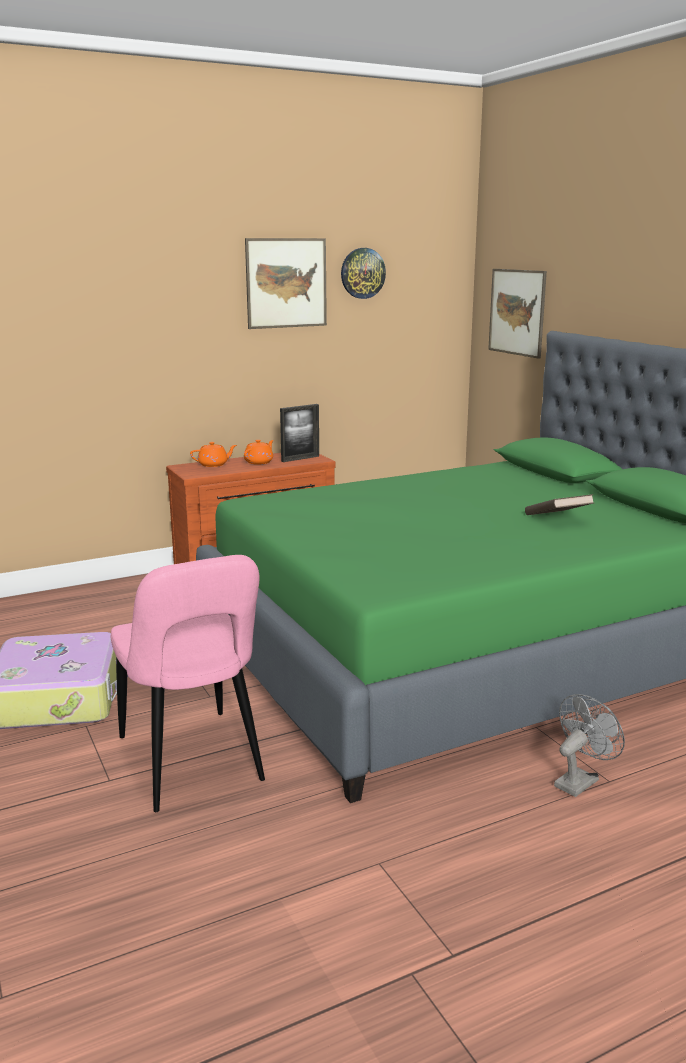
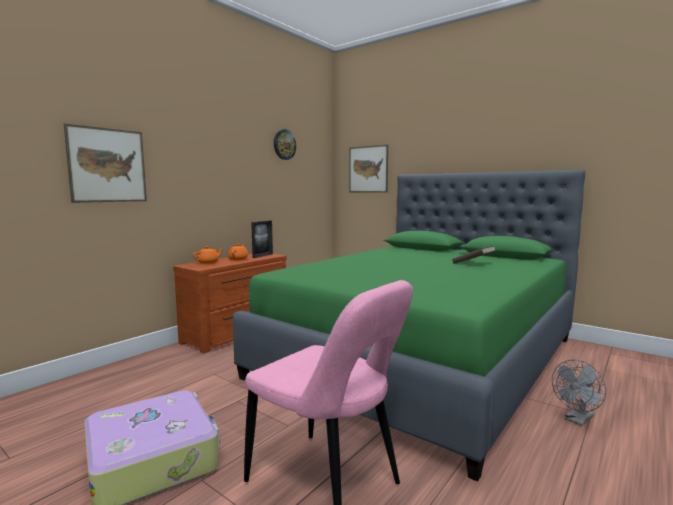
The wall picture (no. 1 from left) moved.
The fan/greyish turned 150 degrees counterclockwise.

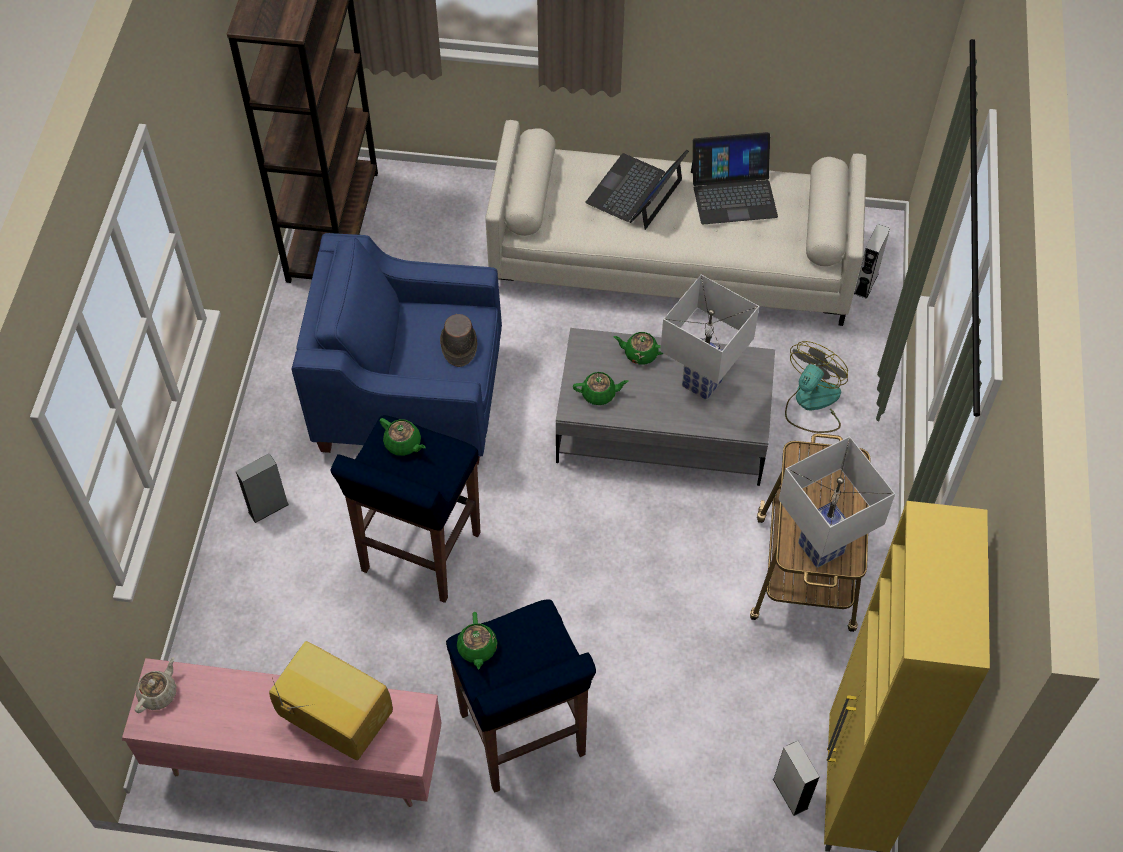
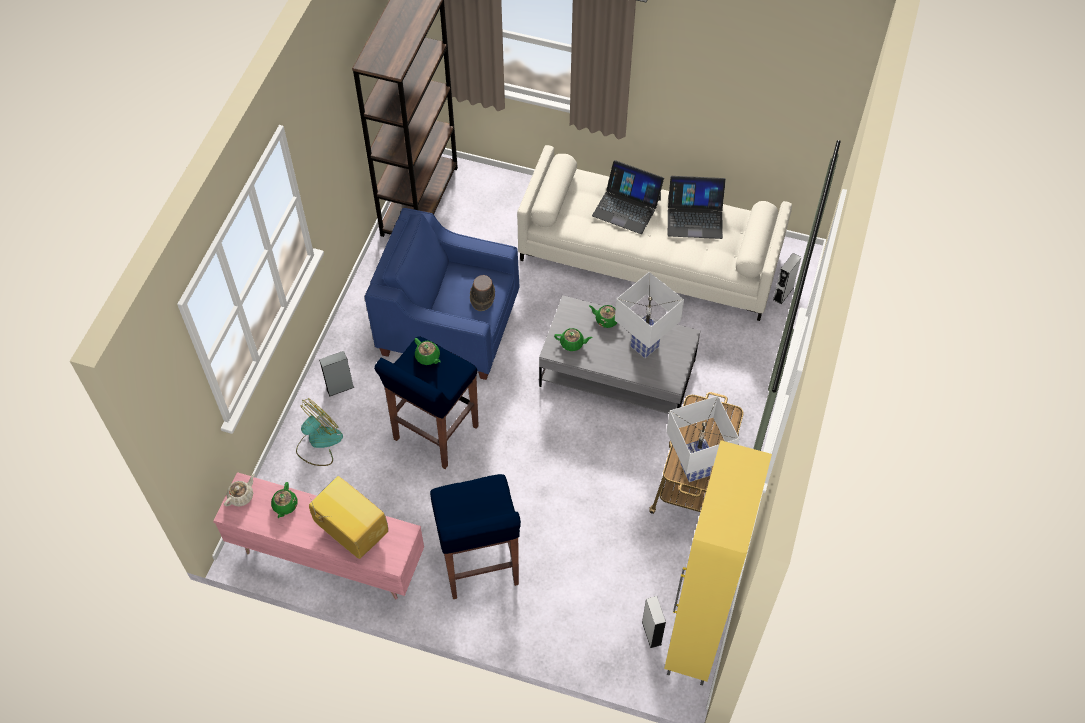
The tea pot/greenish (no. 2 from left in the first image) moved.
The notebook computer (no. 1 from left) turned 105 degrees counterclockwise.
The fan moved.

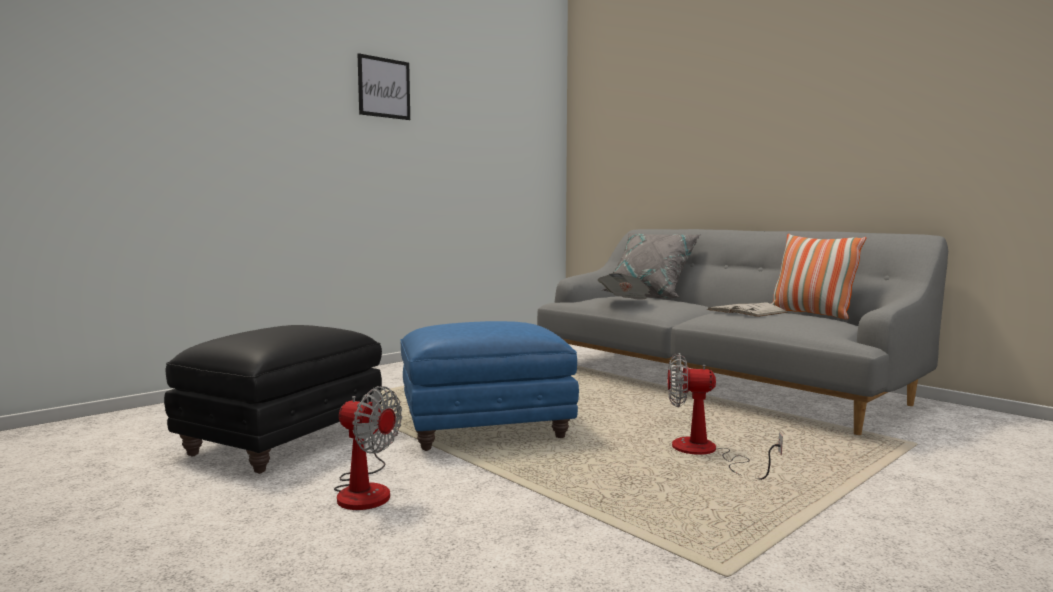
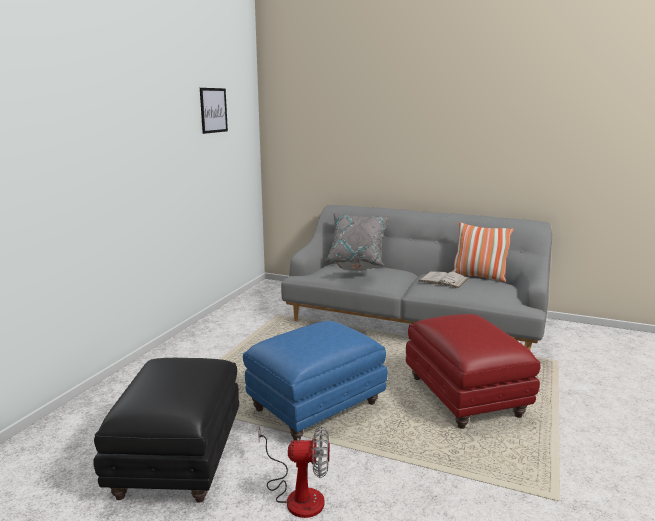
The wall picture moved.
The fan (no. 2 from left) was replaced by the footrest/red-coloured.

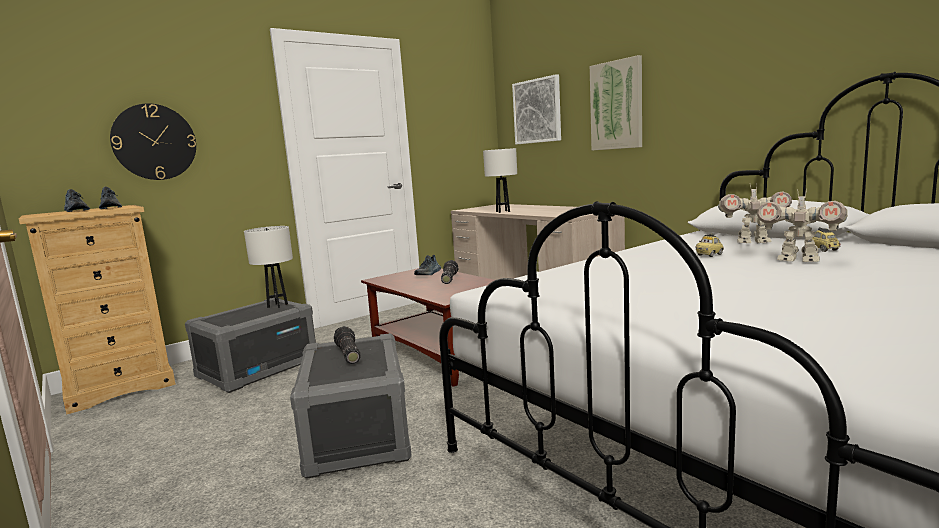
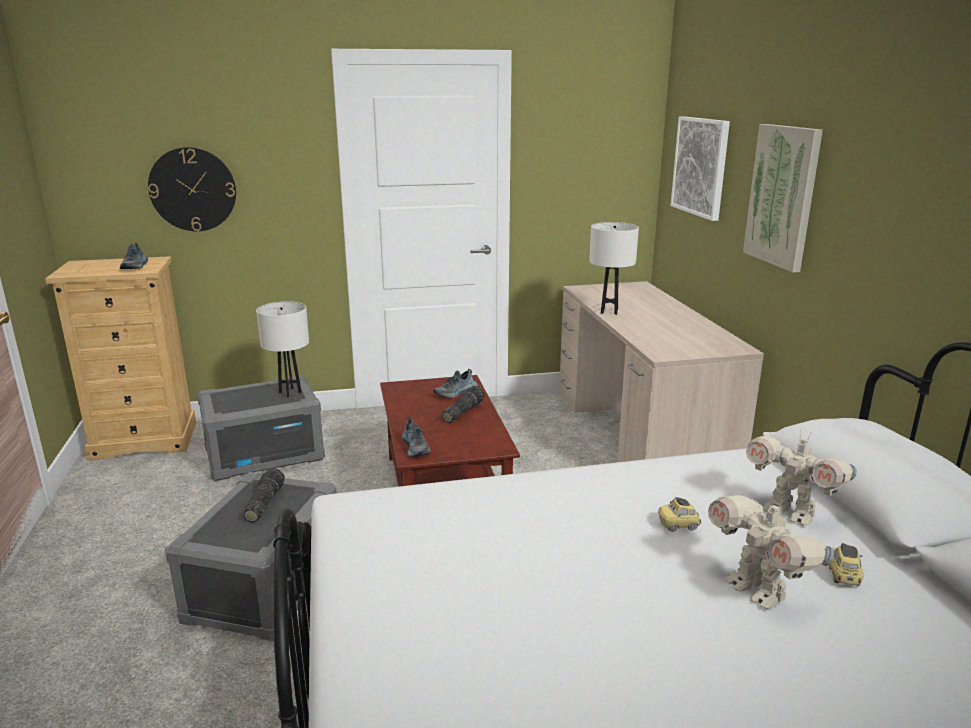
The item of footwear (no. 1 from left in the first image) moved.

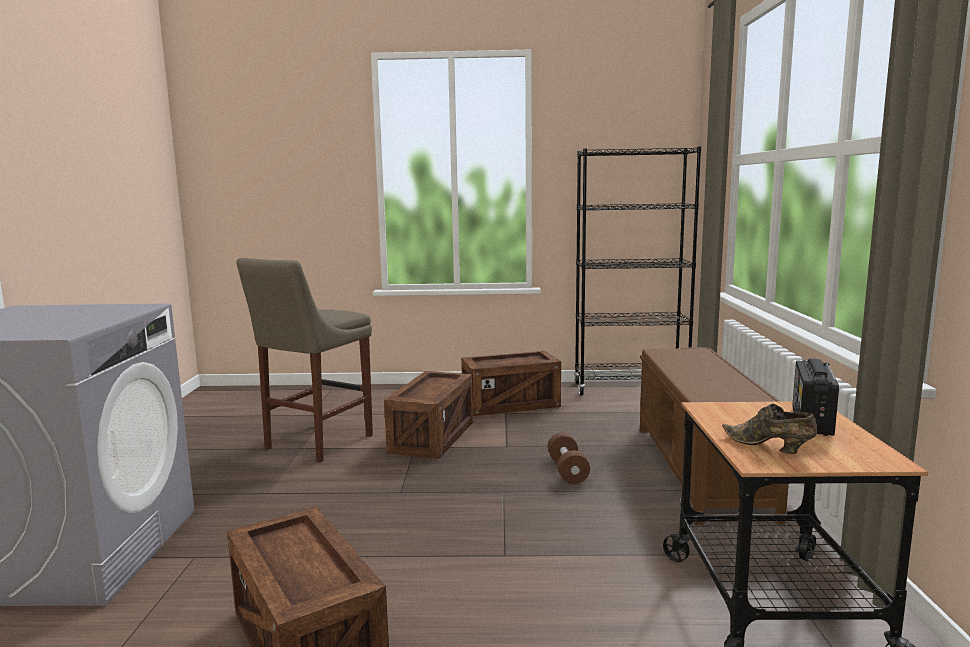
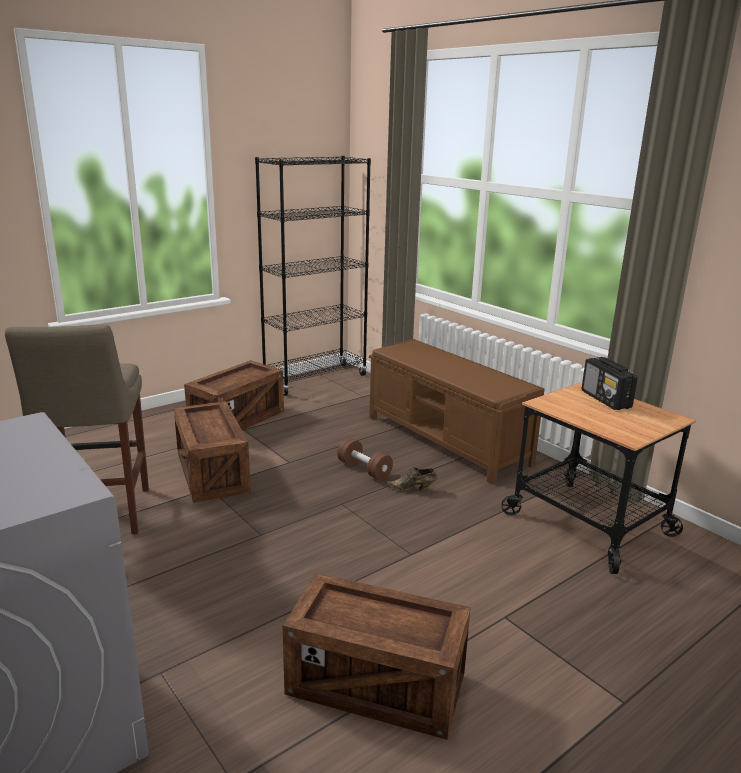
The item of footwear/brown-coloured moved.

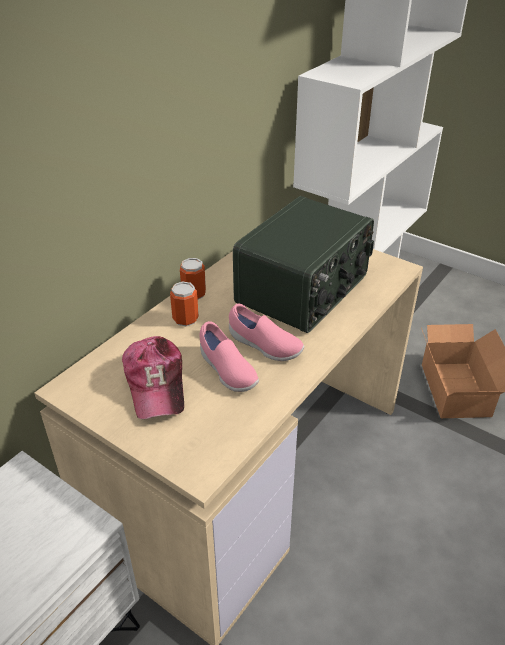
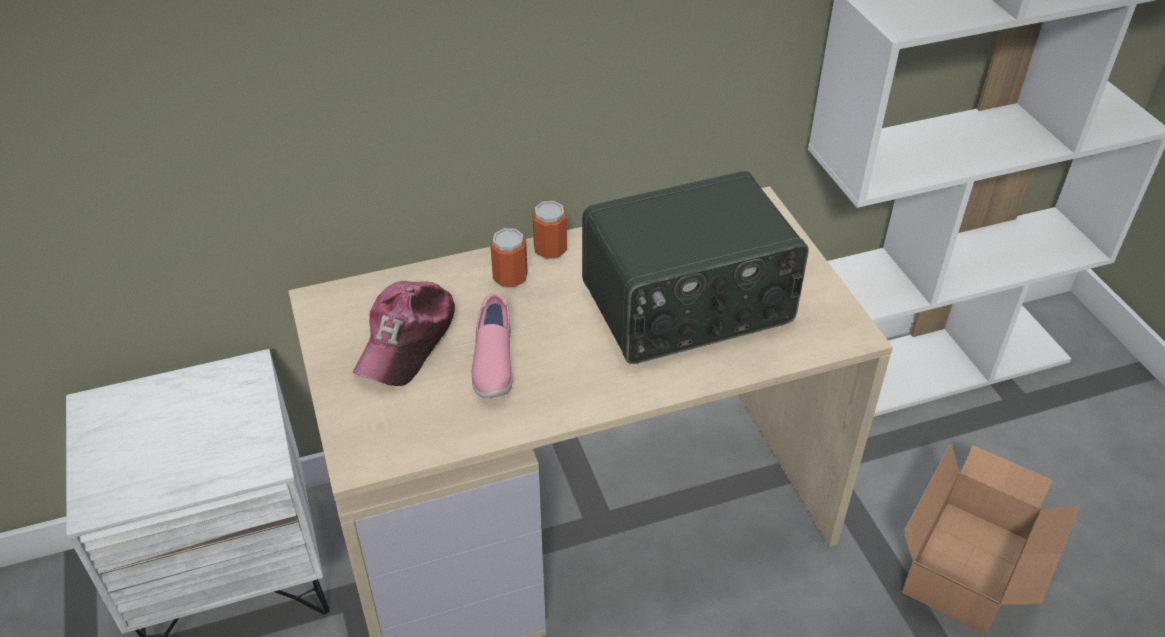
The item of footwear/pink (no. 2 from left) disappeared.

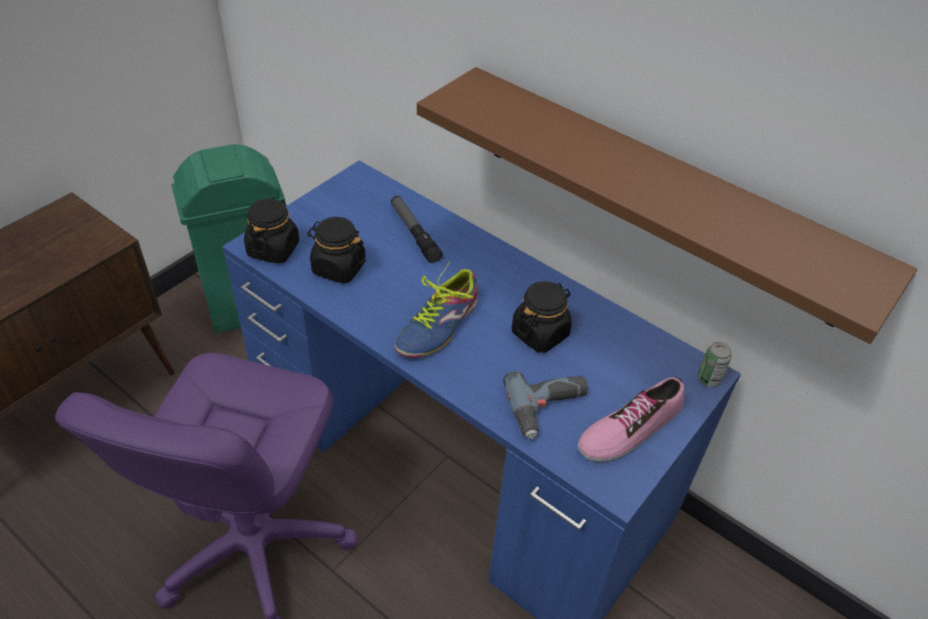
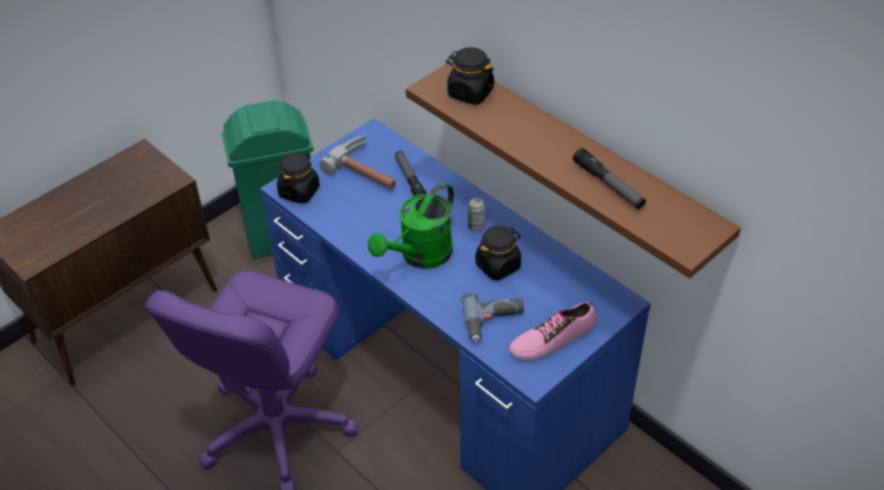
The jar/black (no. 2 from left) moved.
The item of footwear (no. 1 from left) was replaced by the watering pot/greenish.
The can moved.
The hammer appeared.
The hand torch (no. 2 from left) appeared.

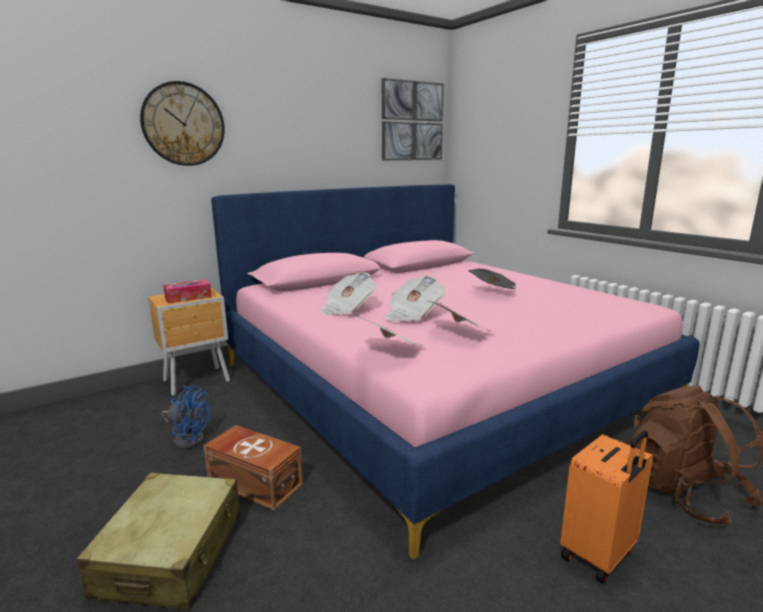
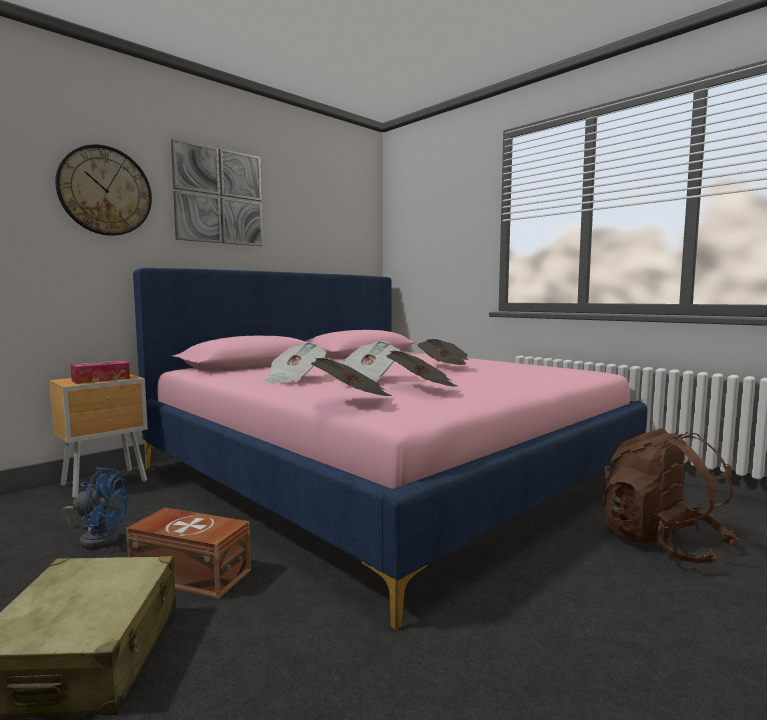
The wall picture moved.
The travel case/orange disappeared.

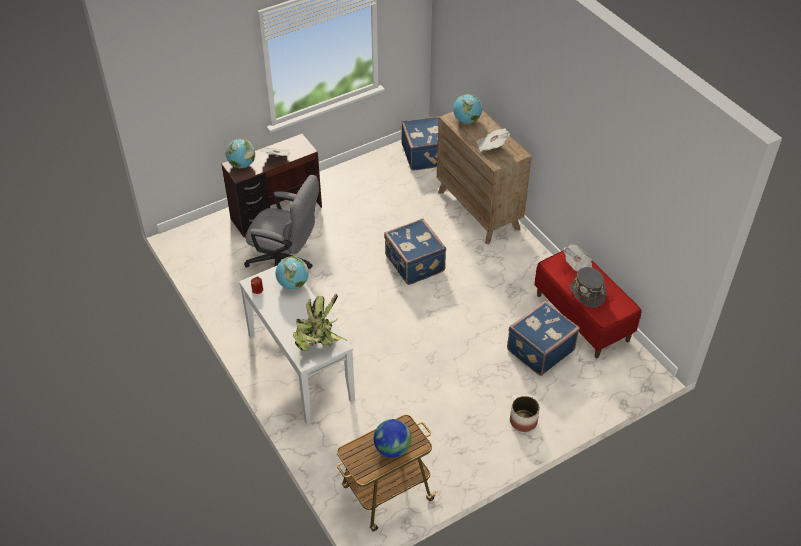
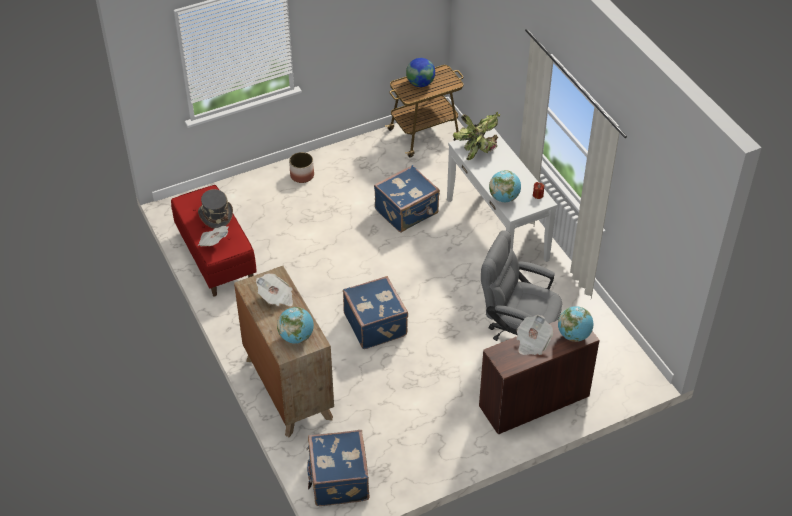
The travel case/blue-coloured (no. 3 from left) moved.

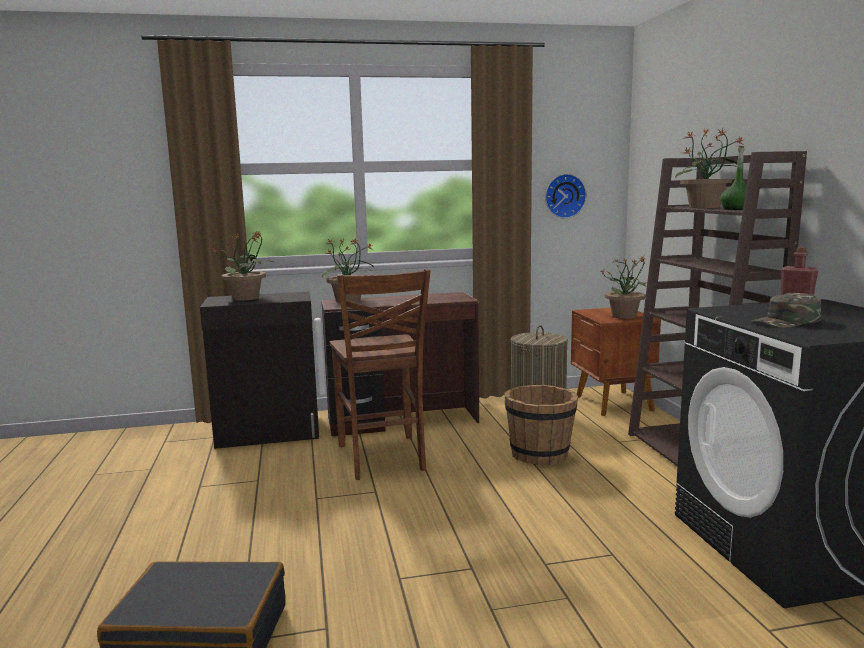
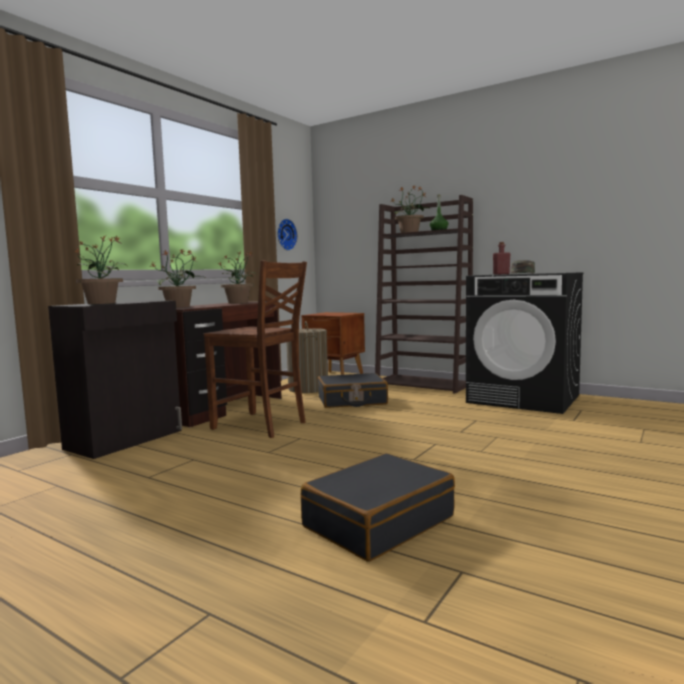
The pail/brown-coloured was replaced by the travel case/black (no. 1 from left).
The houseplant (no. 3 from left) moved.

